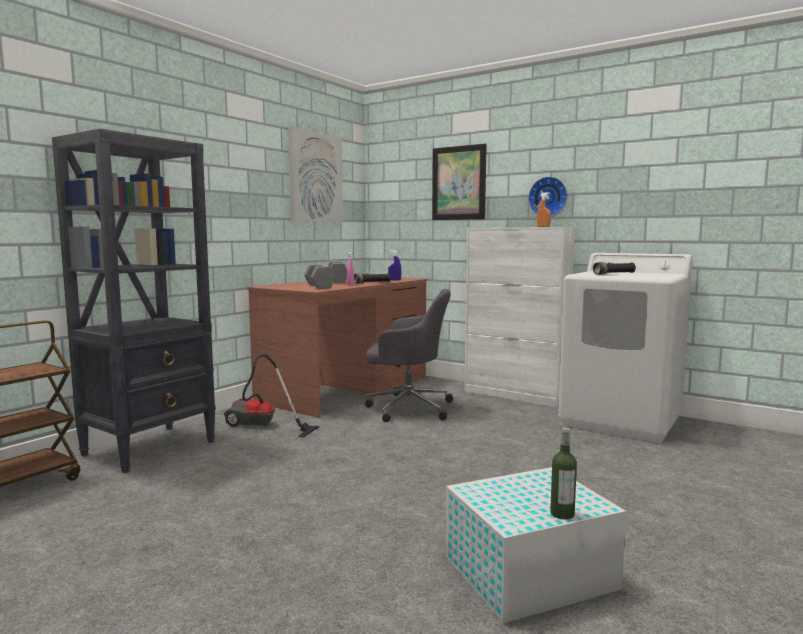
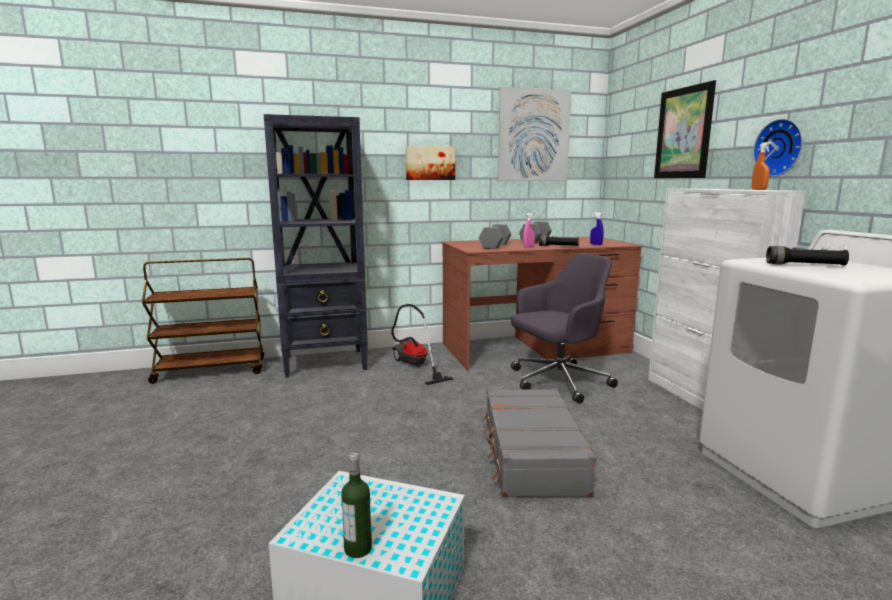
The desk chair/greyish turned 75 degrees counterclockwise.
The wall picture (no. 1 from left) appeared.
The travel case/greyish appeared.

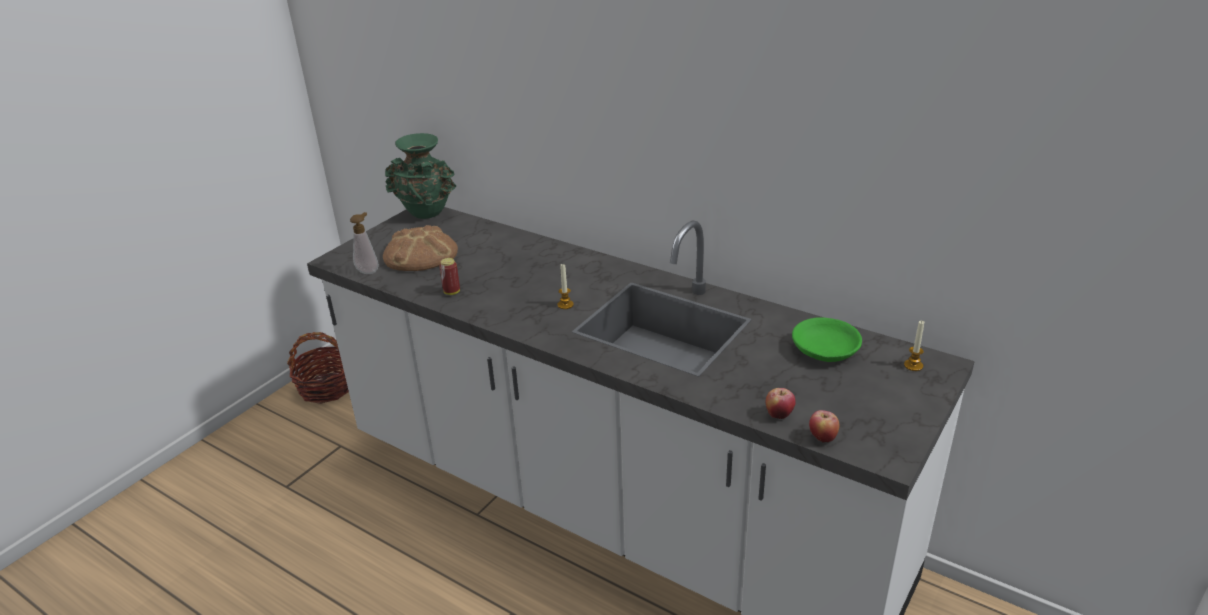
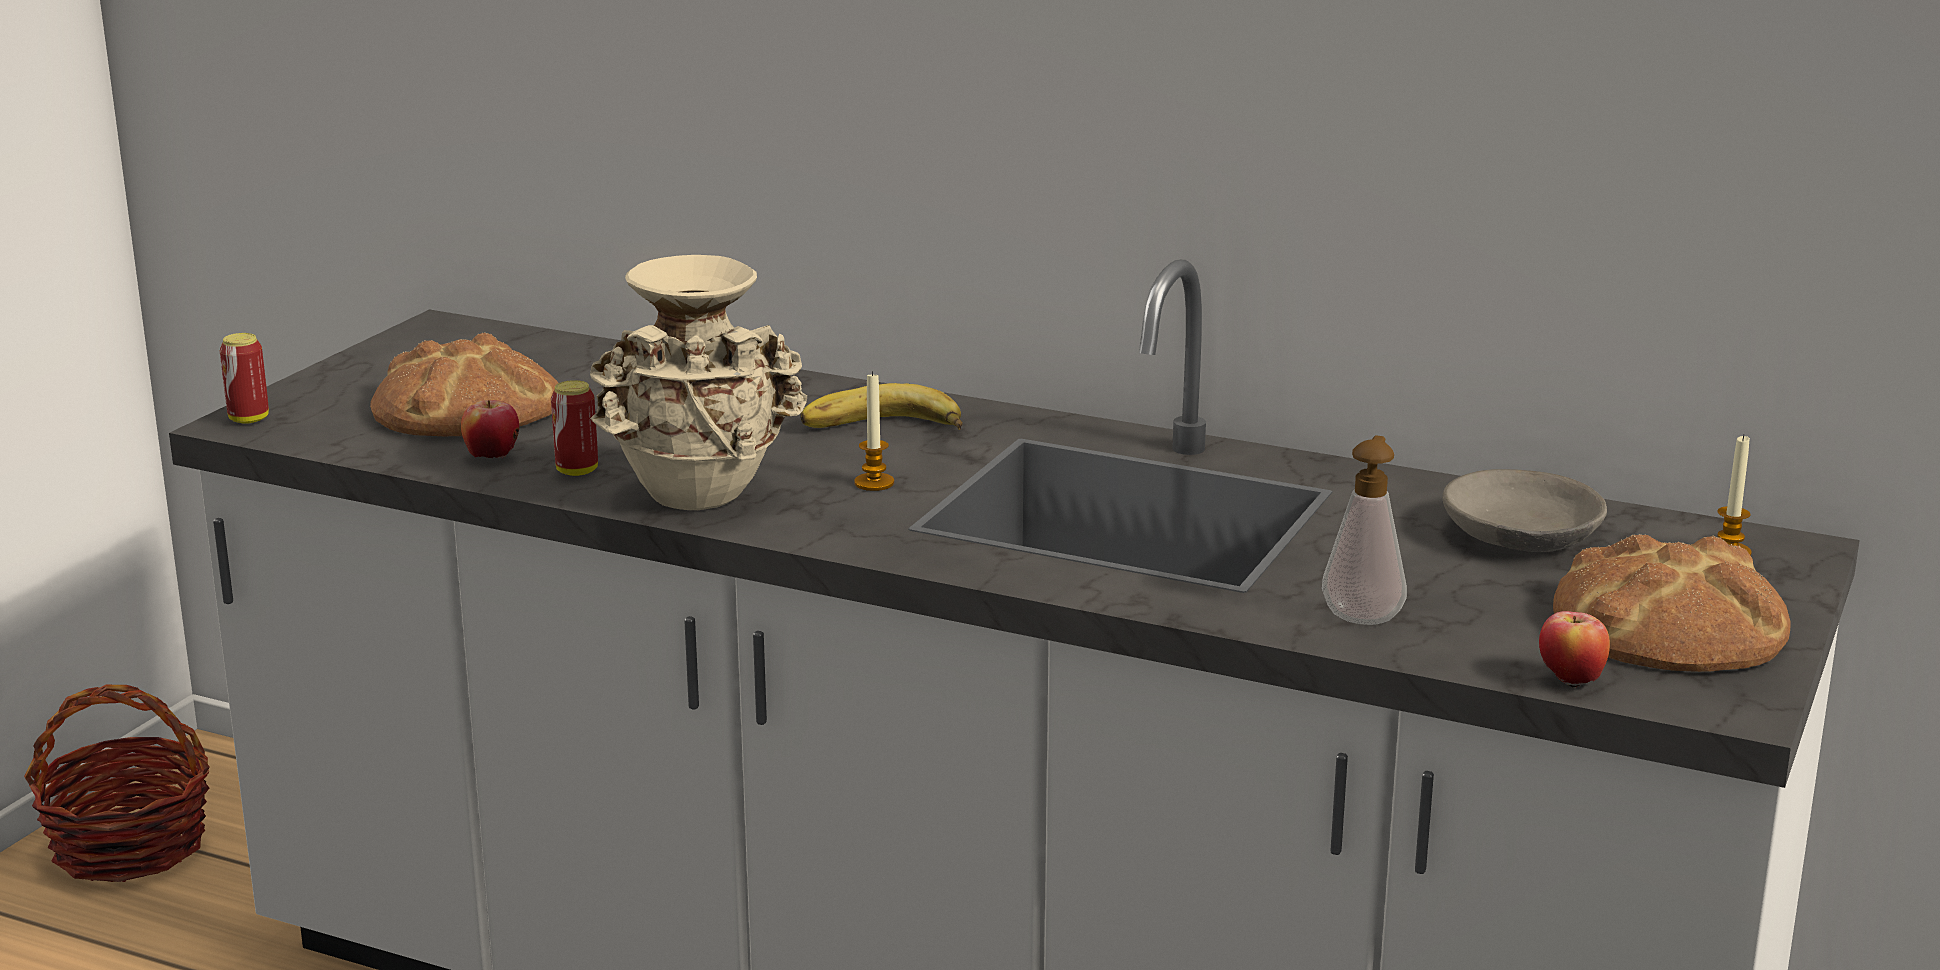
The liquid soap bottle moved.
The flower vase/greenish disappeared.
The apple fruit (no. 1 from left) moved.
The bowl/greenish became the bowl/greyish.
The can (no. 1 from left) appeared.
The flower vase/beige appeared.
The banana appeared.
The baked bread (no. 2 from left) appeared.

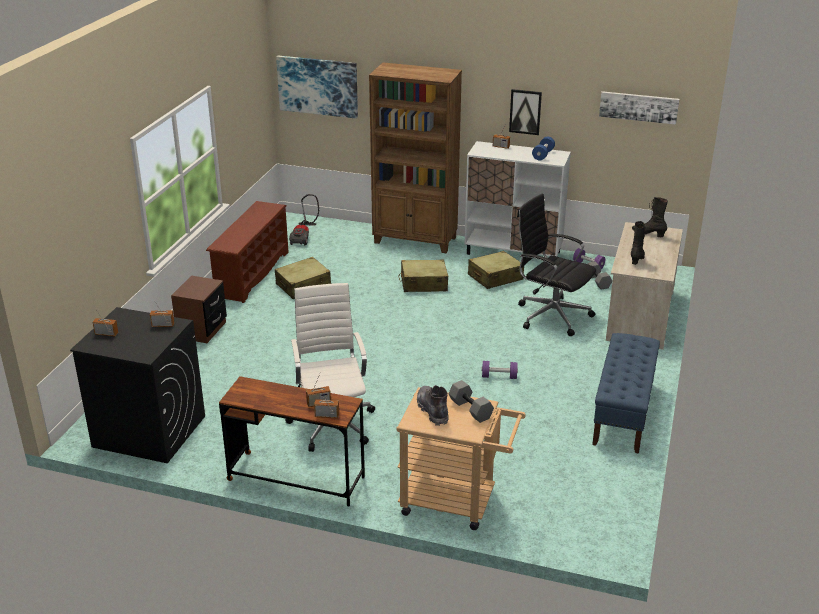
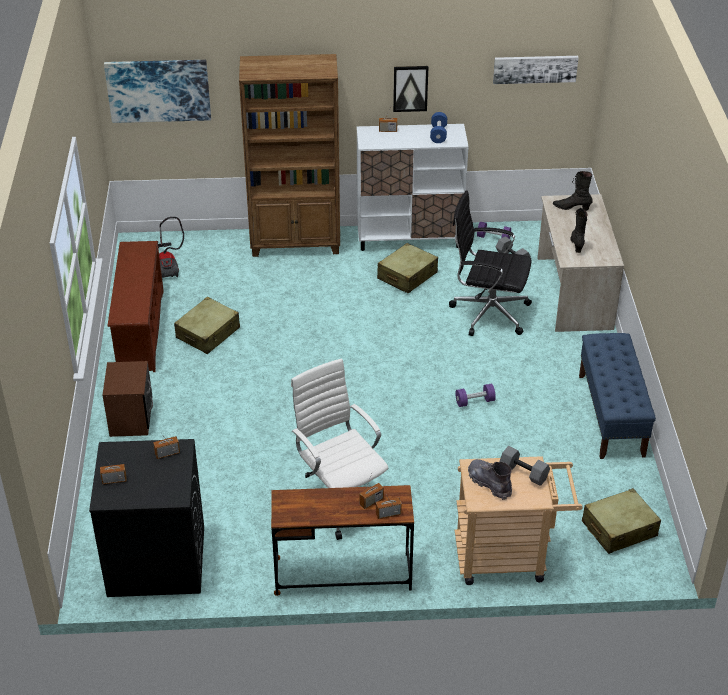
The travel case/beige (no. 2 from left in the first image) moved.

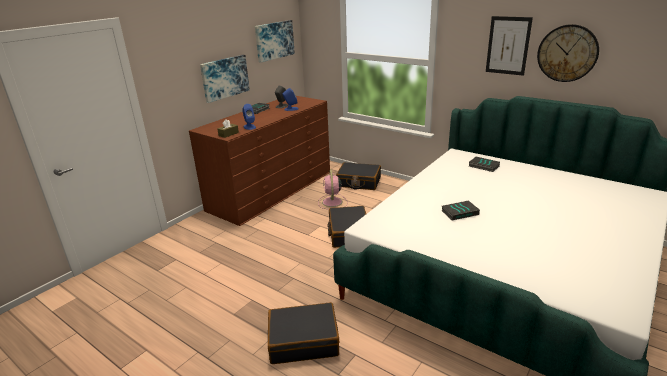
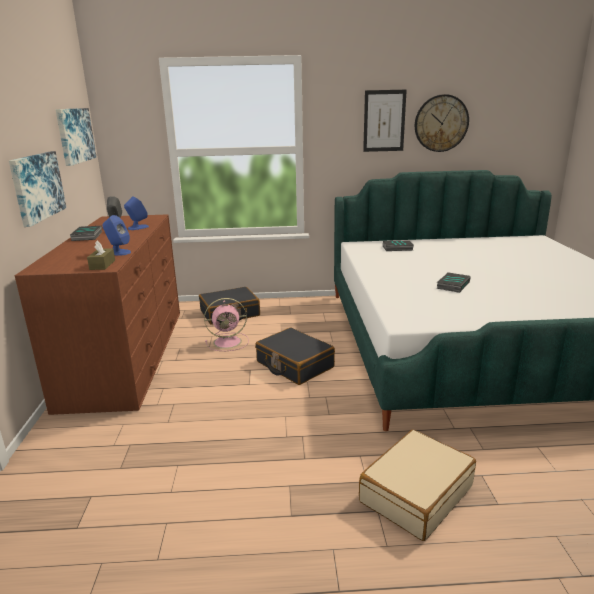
The travel case/black (no. 1 from left) became the travel case/beige.
The fan/pink turned 60 degrees counterclockwise.

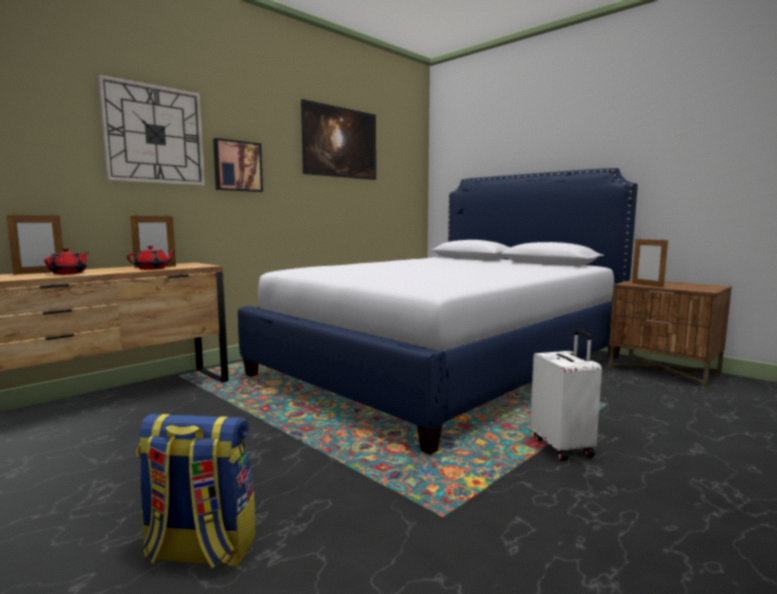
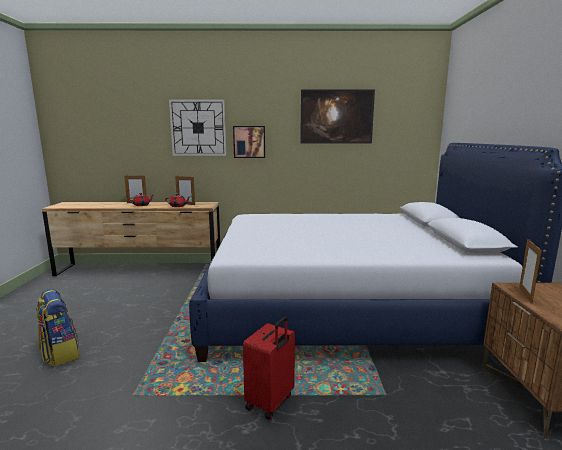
The travel case/white became the travel case/red-coloured.

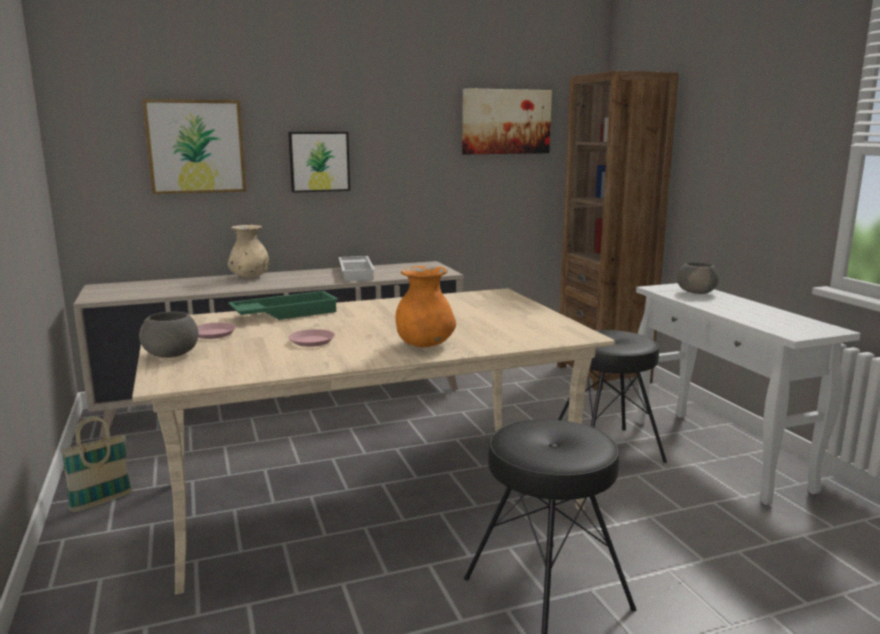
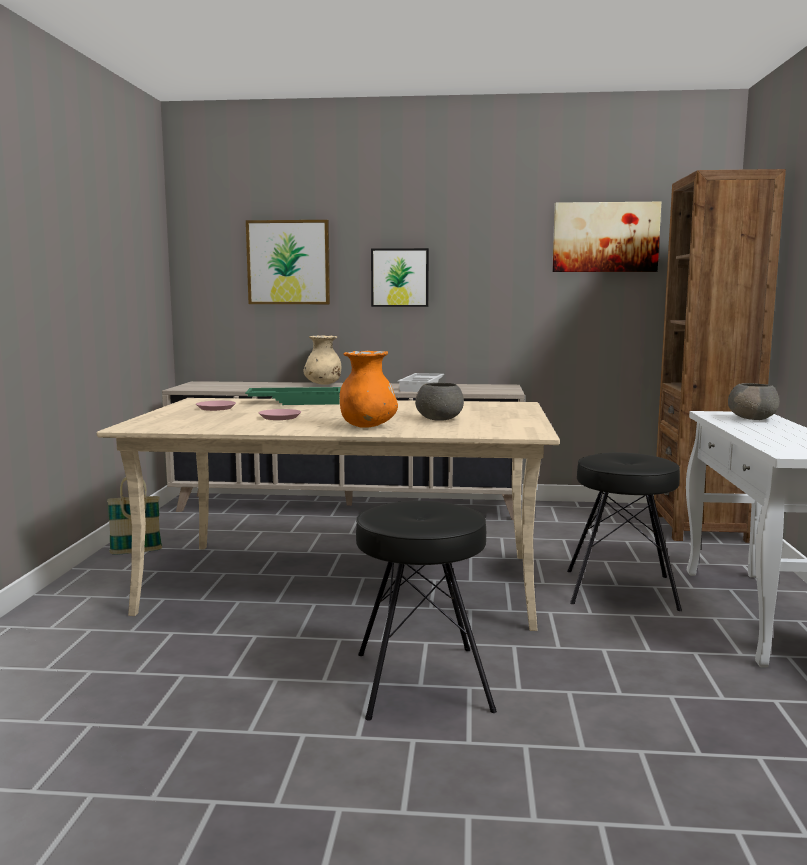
The bowl/greyish (no. 1 from left) moved.

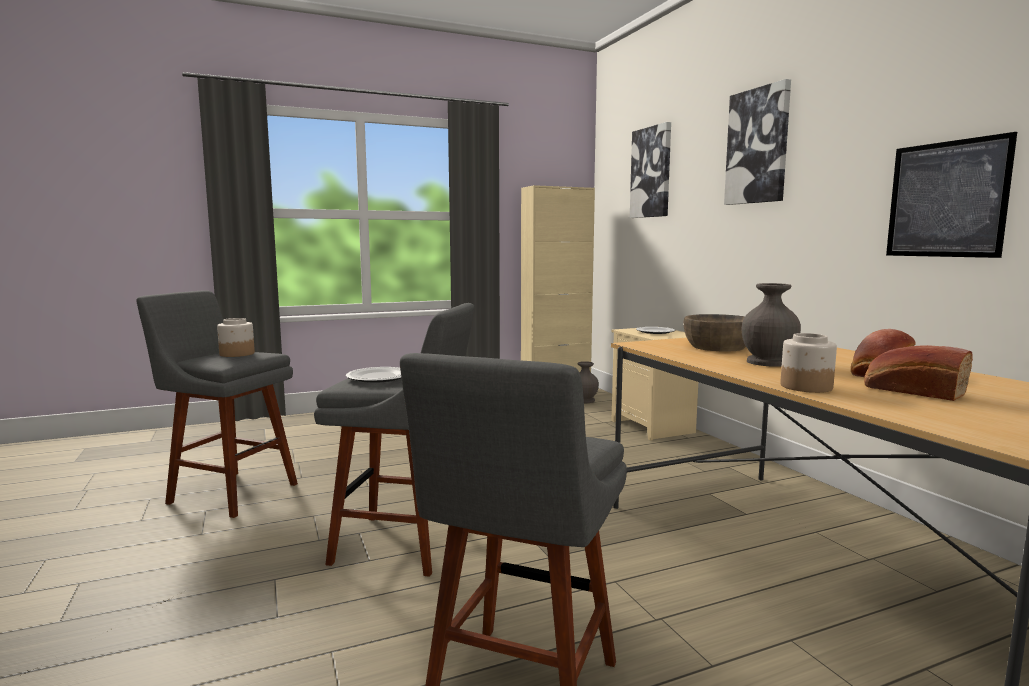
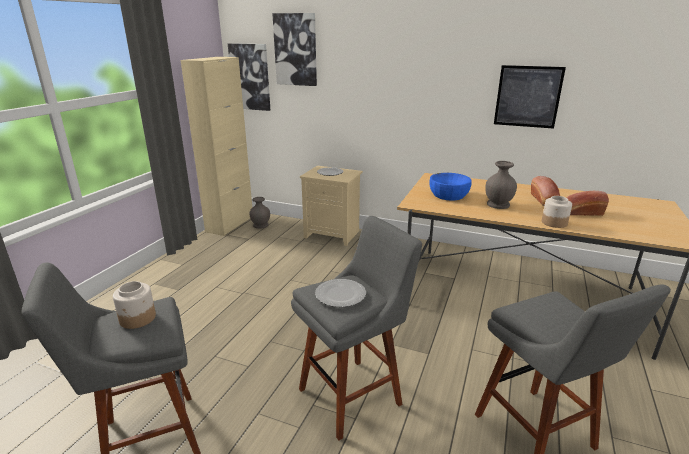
The bowl/brown-coloured became the bowl/blue-coloured.
The wall picture (no. 2 from left in the first image) moved.

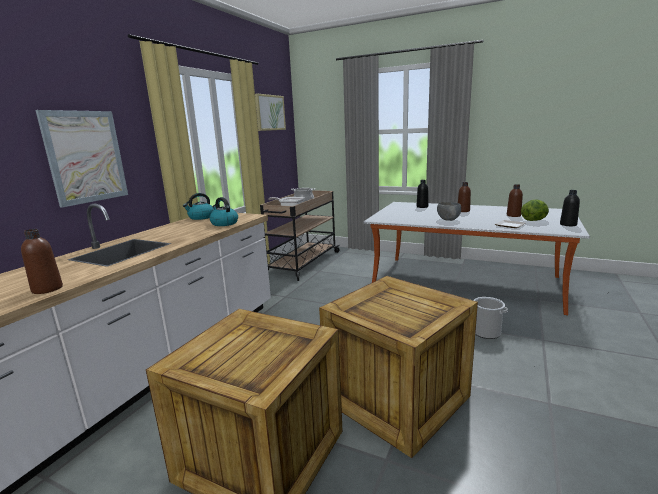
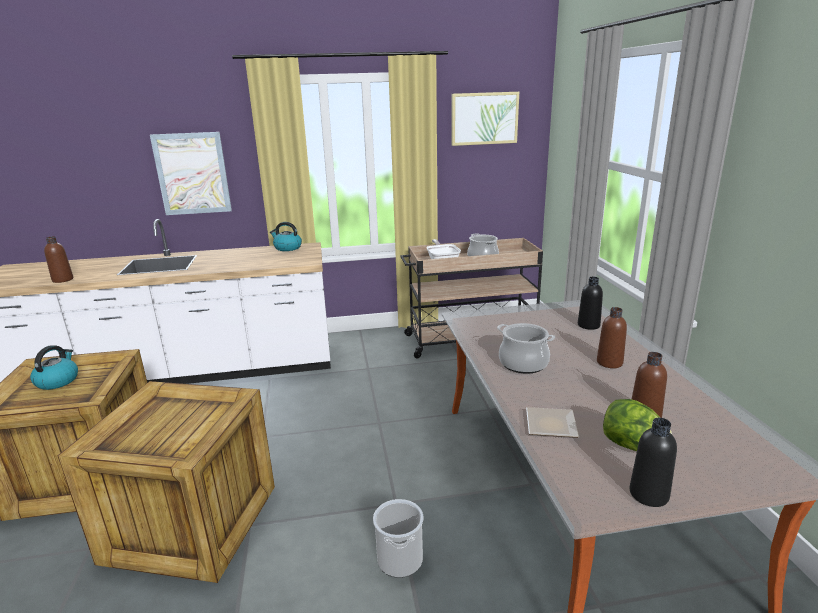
The water kettle (no. 2 from left in the first image) moved.
The bowl/greyish was replaced by the stockpot (no. 2 from left).

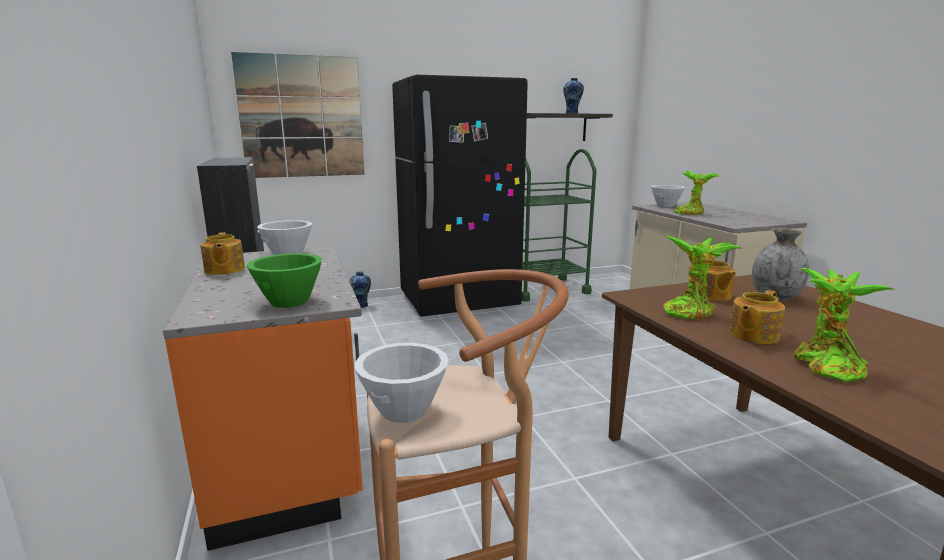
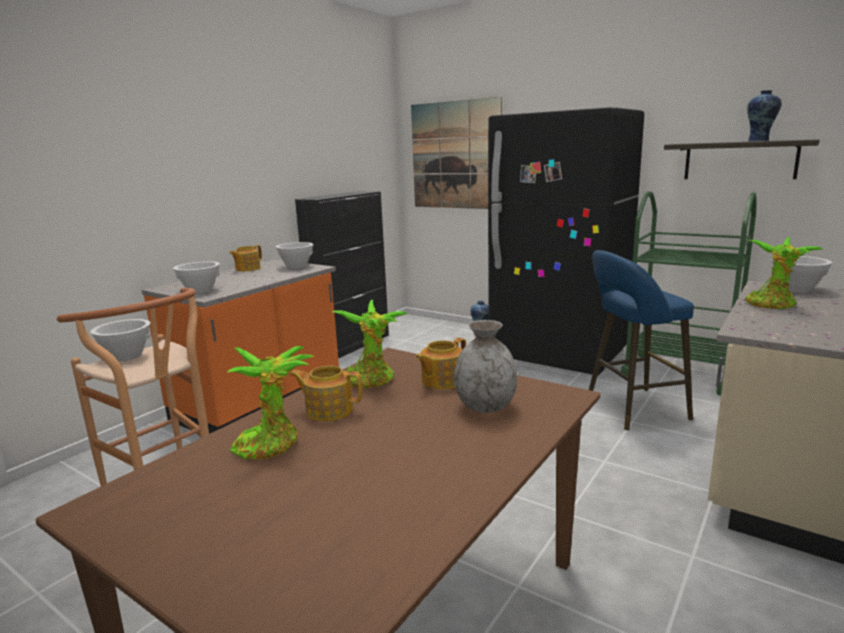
The bowl/greenish became the bowl/white (no. 2 from left).
The sitting stool/blue-coloured appeared.

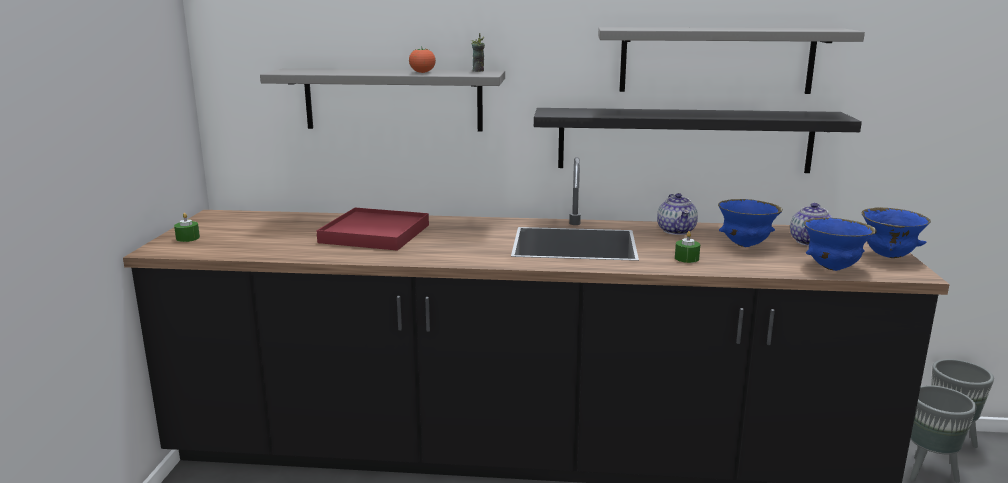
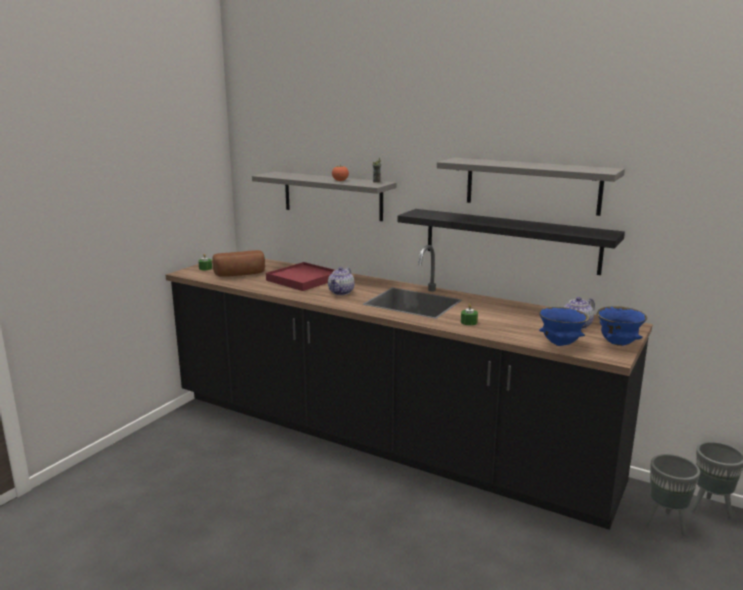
The tea pot (no. 1 from left) moved.
The bowl/blue-coloured (no. 1 from left) disappeared.
The baked bread appeared.

